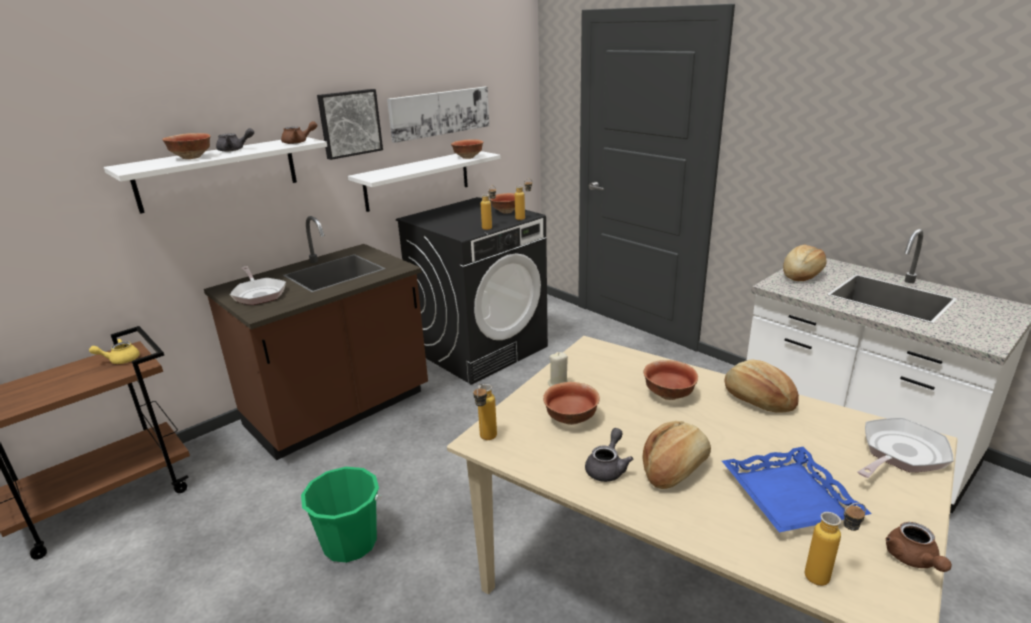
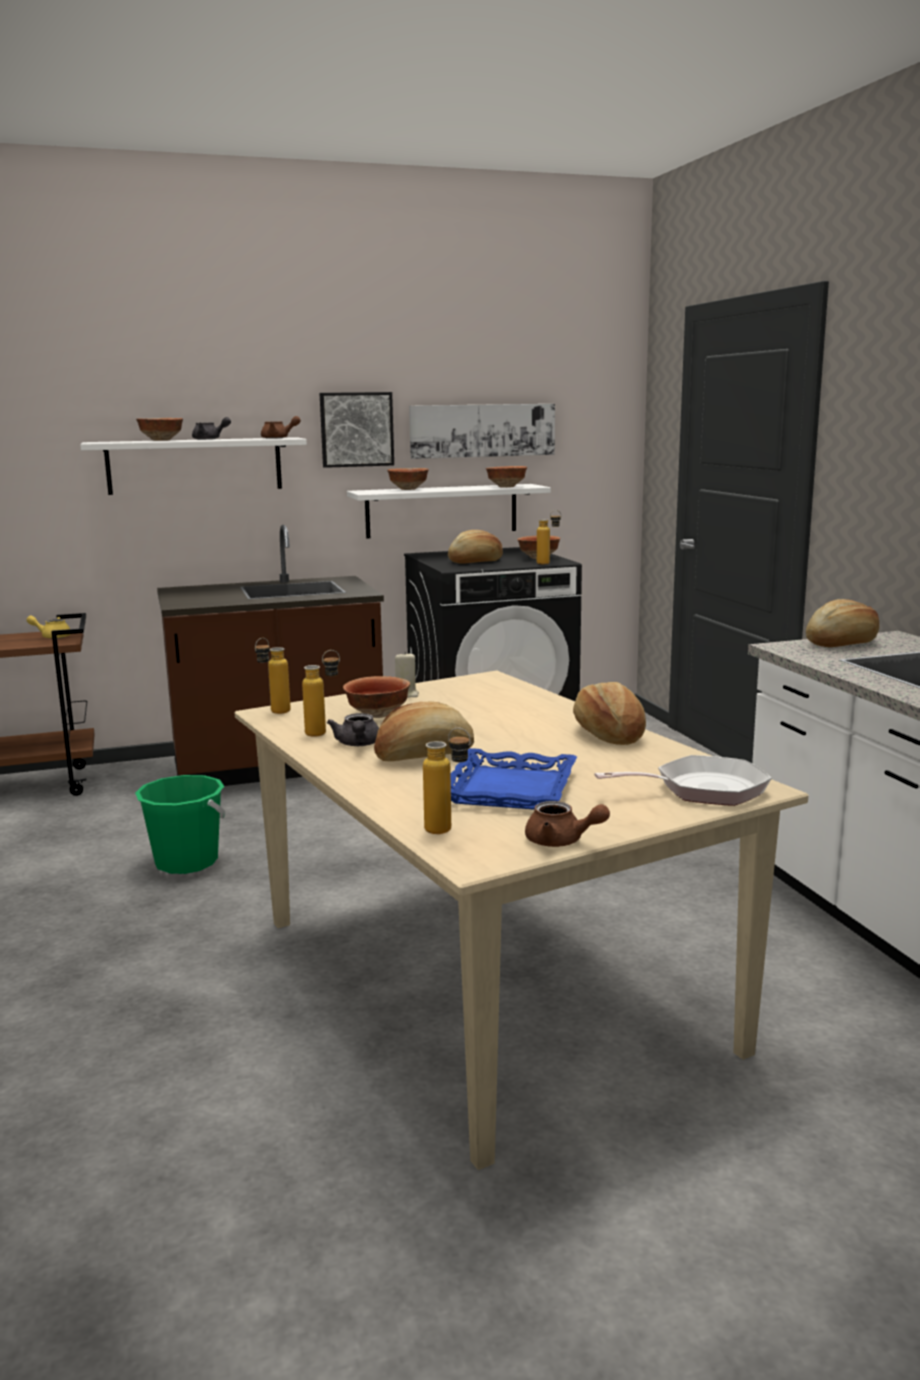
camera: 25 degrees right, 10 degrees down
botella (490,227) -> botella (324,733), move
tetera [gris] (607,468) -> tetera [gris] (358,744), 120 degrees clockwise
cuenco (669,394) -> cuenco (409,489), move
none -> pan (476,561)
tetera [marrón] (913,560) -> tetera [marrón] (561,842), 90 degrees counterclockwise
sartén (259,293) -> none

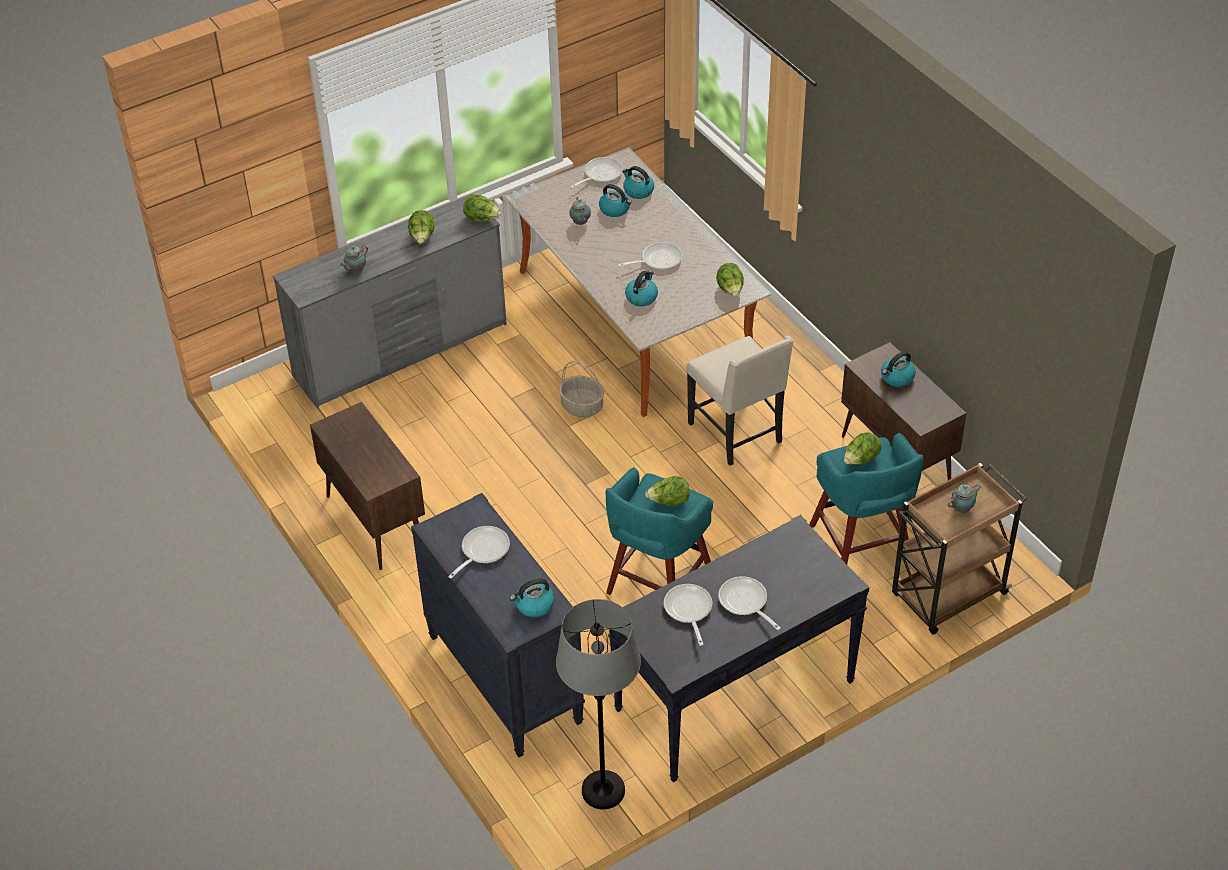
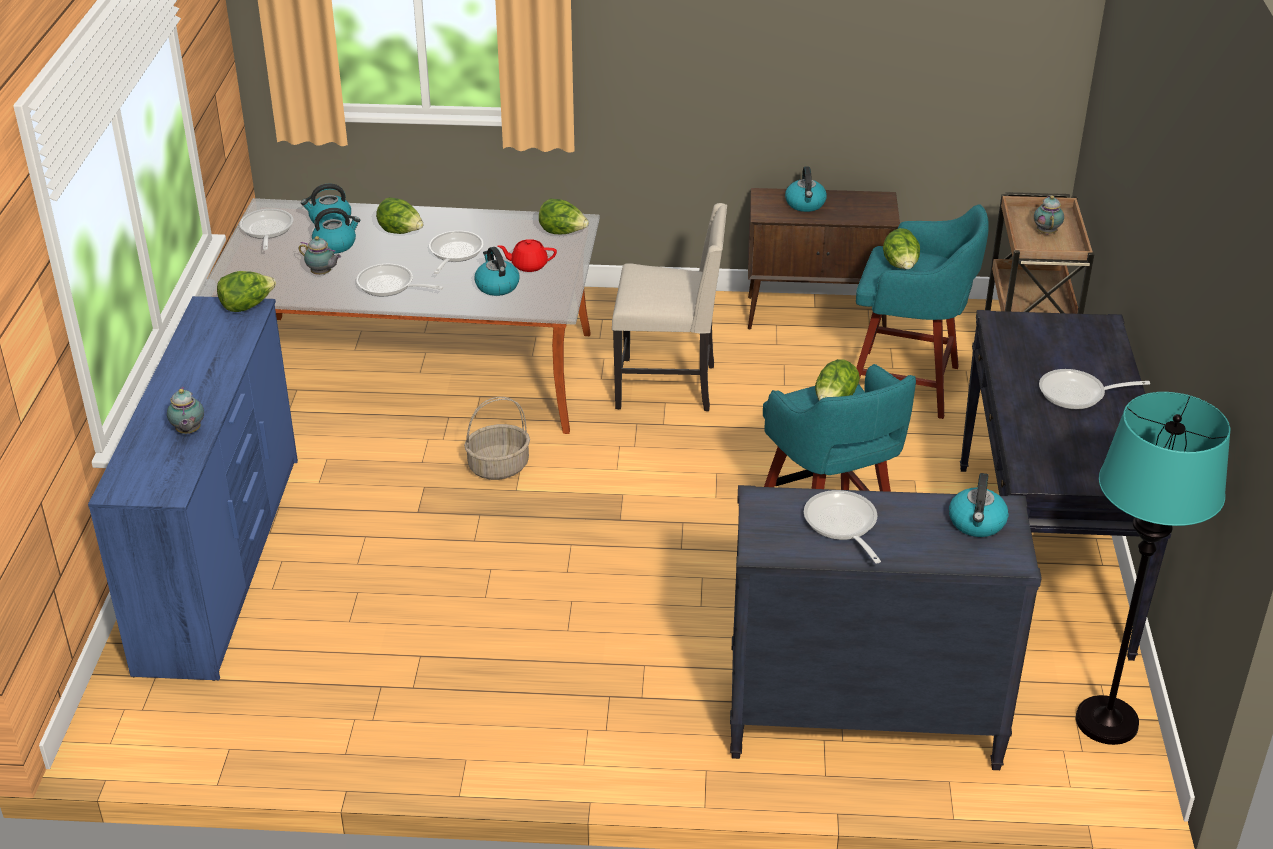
camera: 55 degrees left, 10 degrees down
cómoda [gris] (402,351) -> cómoda [azul] (223,560)
sartén (688,610) -> sartén (390,286), move
lechuga (422,237) -> lechuga (401,232), move
none -> tetera [rojo] (528,265)
lámpara de pie [gris] (603,791) -> lámpara de pie [turquesa] (1107,721)
armario [marrón] (375,521) -> none

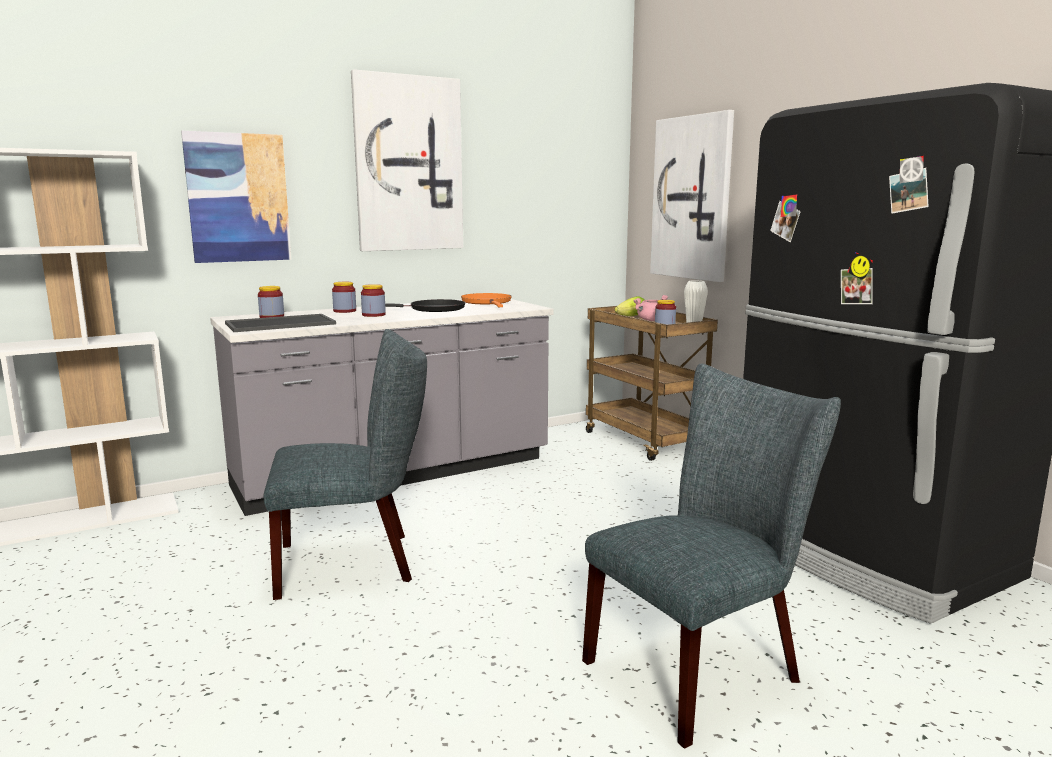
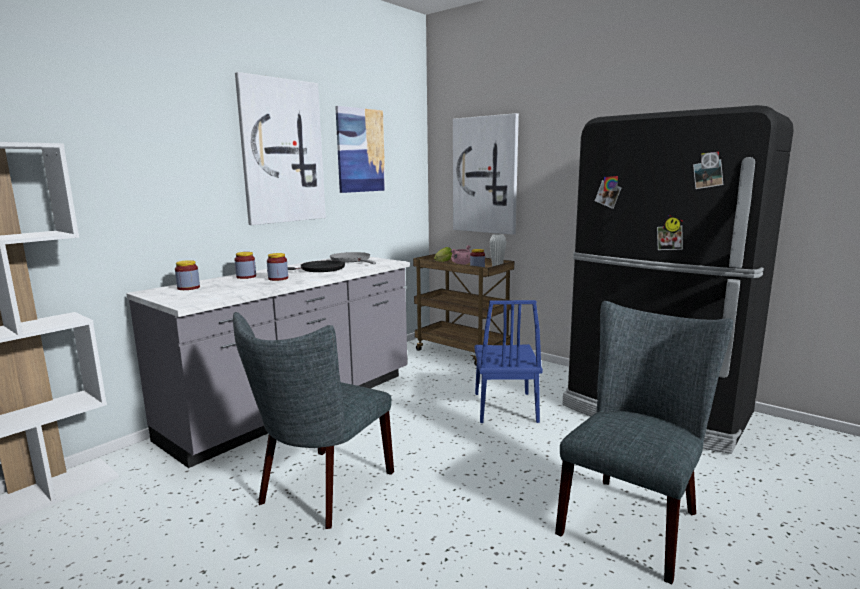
camera: 20 degrees left, 0 degrees up
silla [gris] (355,562) -> silla [gris] (321,491), 150 degrees clockwise
sartén [naranja] (487,302) -> sartén [gris] (352,260)
cuadro (238,198) -> cuadro (360,150), move
none -> silla [azul] (505,407)
bandeja (281,323) -> none

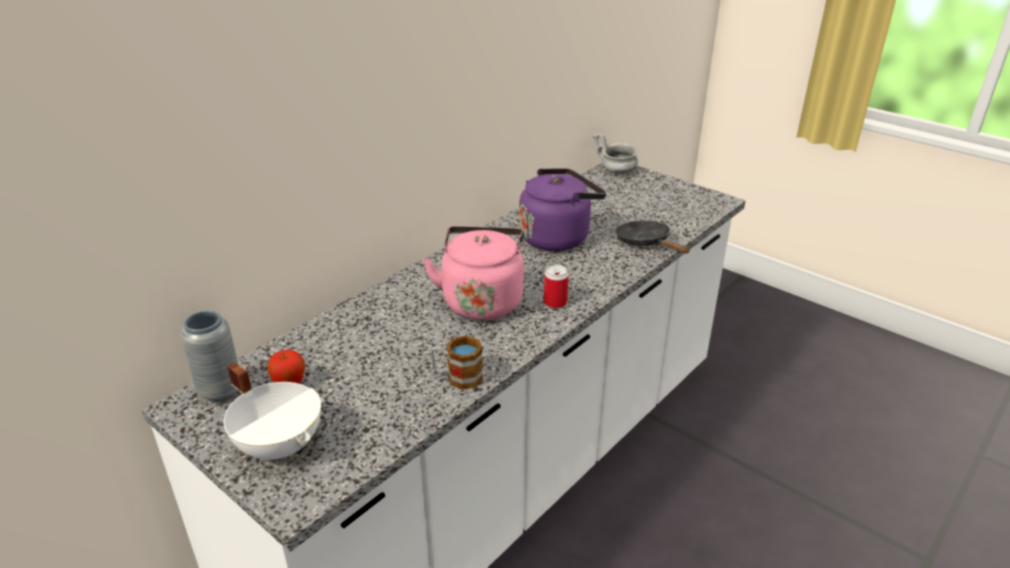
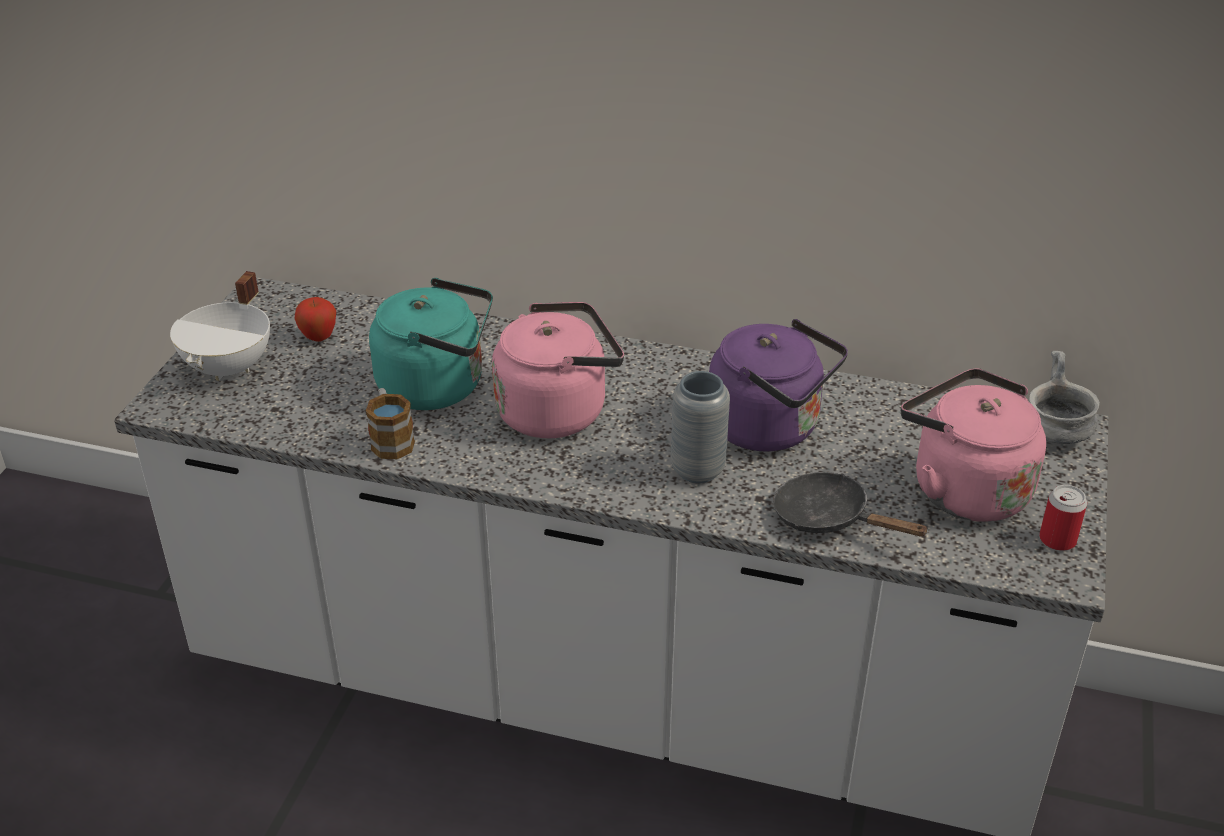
camera: 65 degrees right, 5 degrees up
none -> hervidor [turquesa] (438,386)
florero [gris] (220,391) -> florero [gris] (697,470), move
sartén [negro] (646,243) -> sartén [negro] (829,518), 90 degrees counterclockwise
none -> hervidor [rosa] (963,488)
lata (555,302) -> lata (1057,540), move

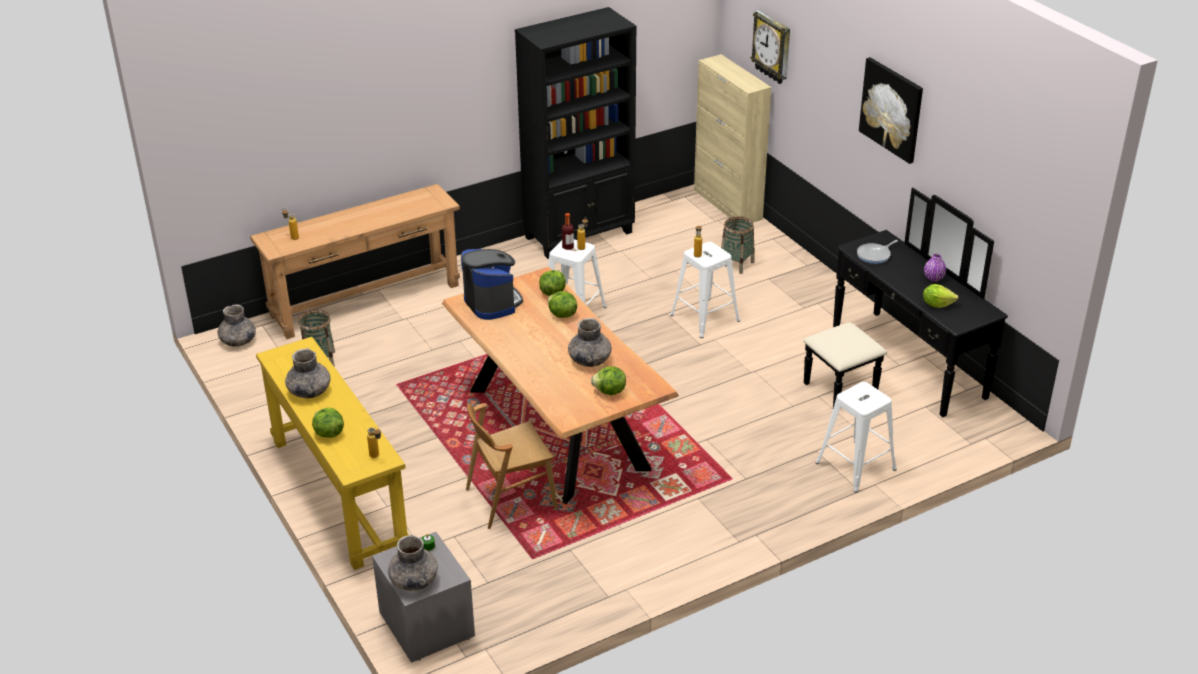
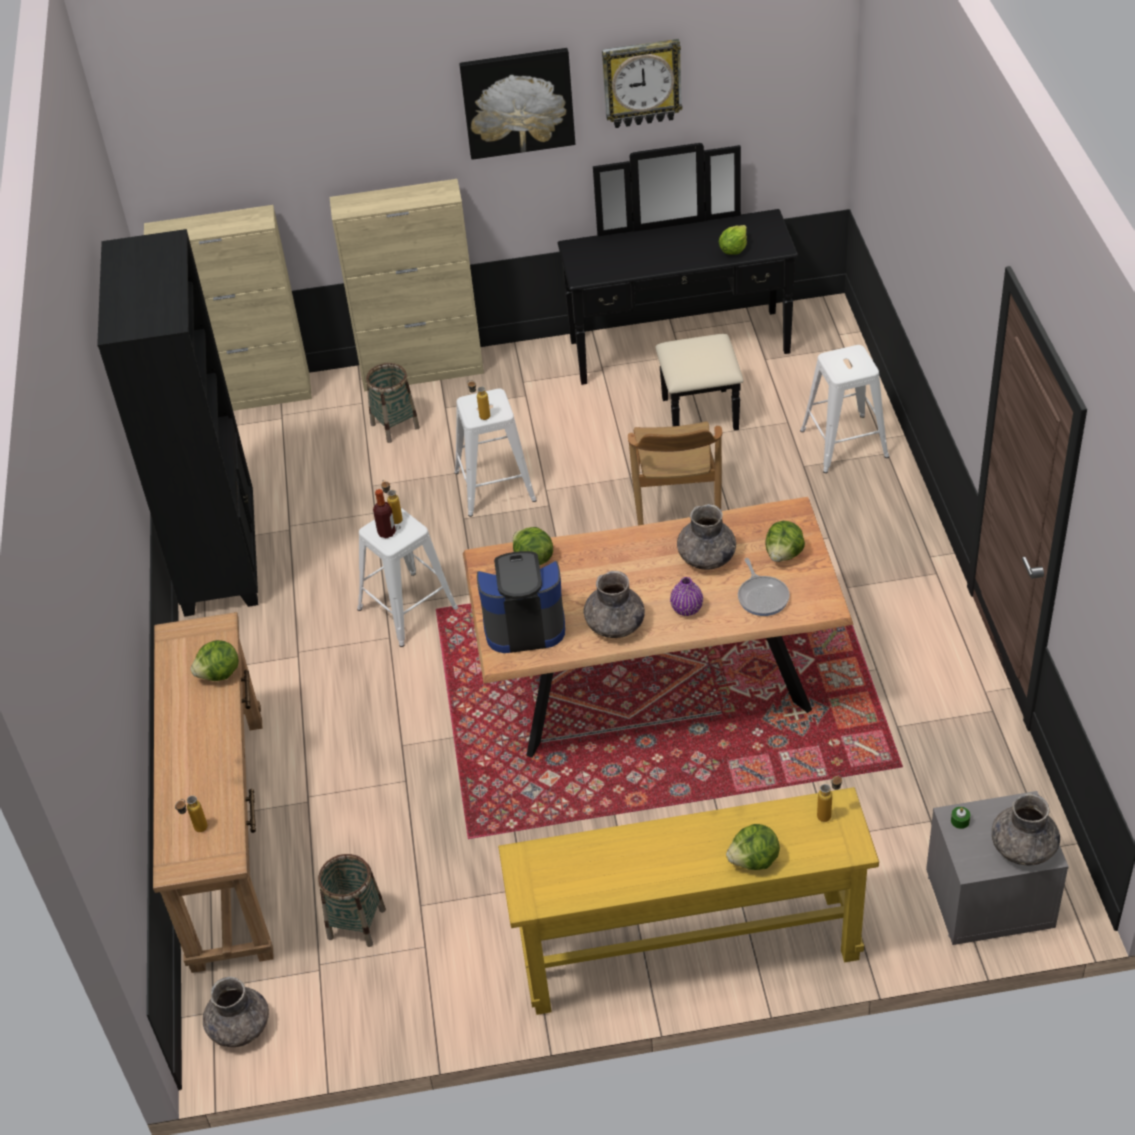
camera: 65 degrees left, 10 degrees up
lechuga (562,315) -> lechuga (220,674), move
none -> armario [beis] (423,370)
florero [gris] (309,391) -> florero [gris] (615,625), move
reloj de pared (772,47) -> reloj de pared (642,82), move
silla [marrón] (510,498) -> silla [marrón] (676,511), move
florero [morado] (933,278) -> florero [morado] (686,609), move
sartén (875,255) -> sartén (762,596), move

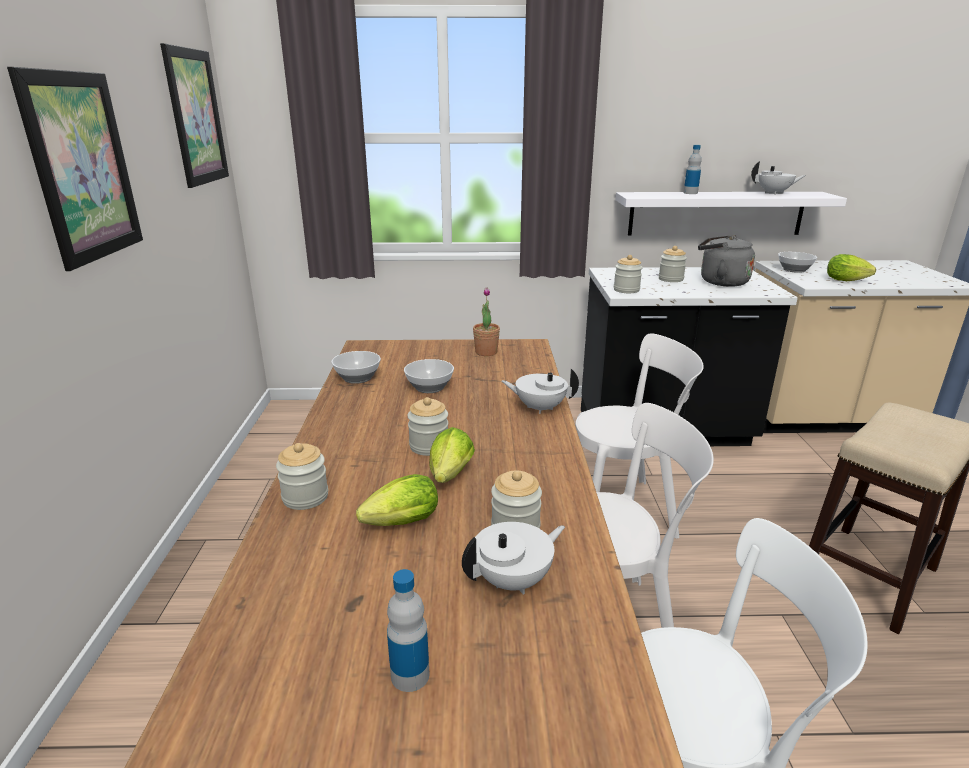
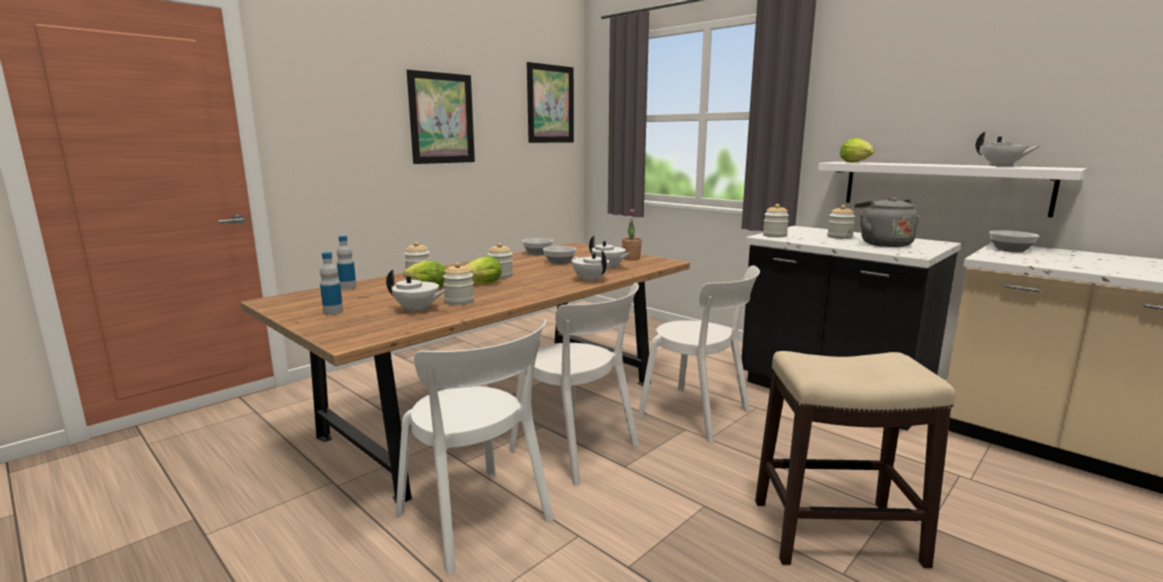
camera: 45 degrees right, 10 degrees down
botella (690,193) -> botella (348,287), move
none -> tetera [blanco] (608,267)
lechuga (848,281) -> lechuga (857,162), move

